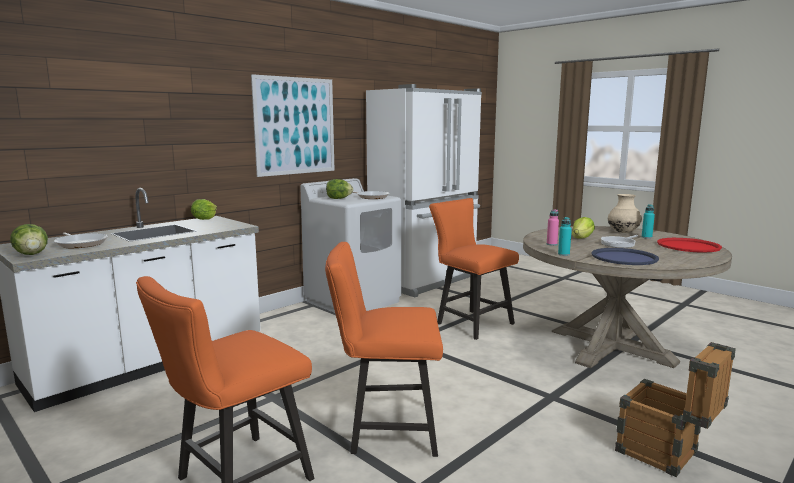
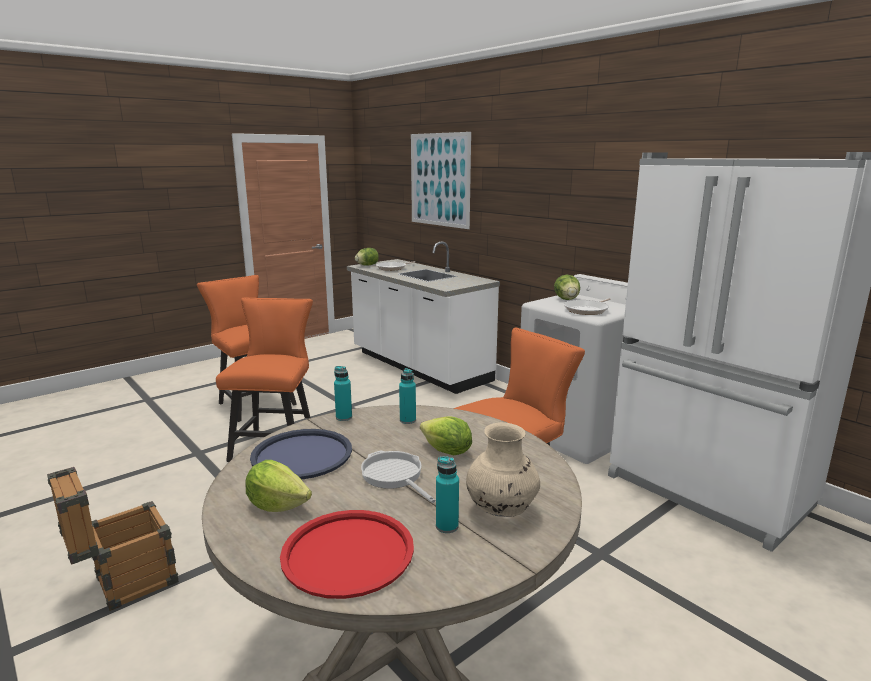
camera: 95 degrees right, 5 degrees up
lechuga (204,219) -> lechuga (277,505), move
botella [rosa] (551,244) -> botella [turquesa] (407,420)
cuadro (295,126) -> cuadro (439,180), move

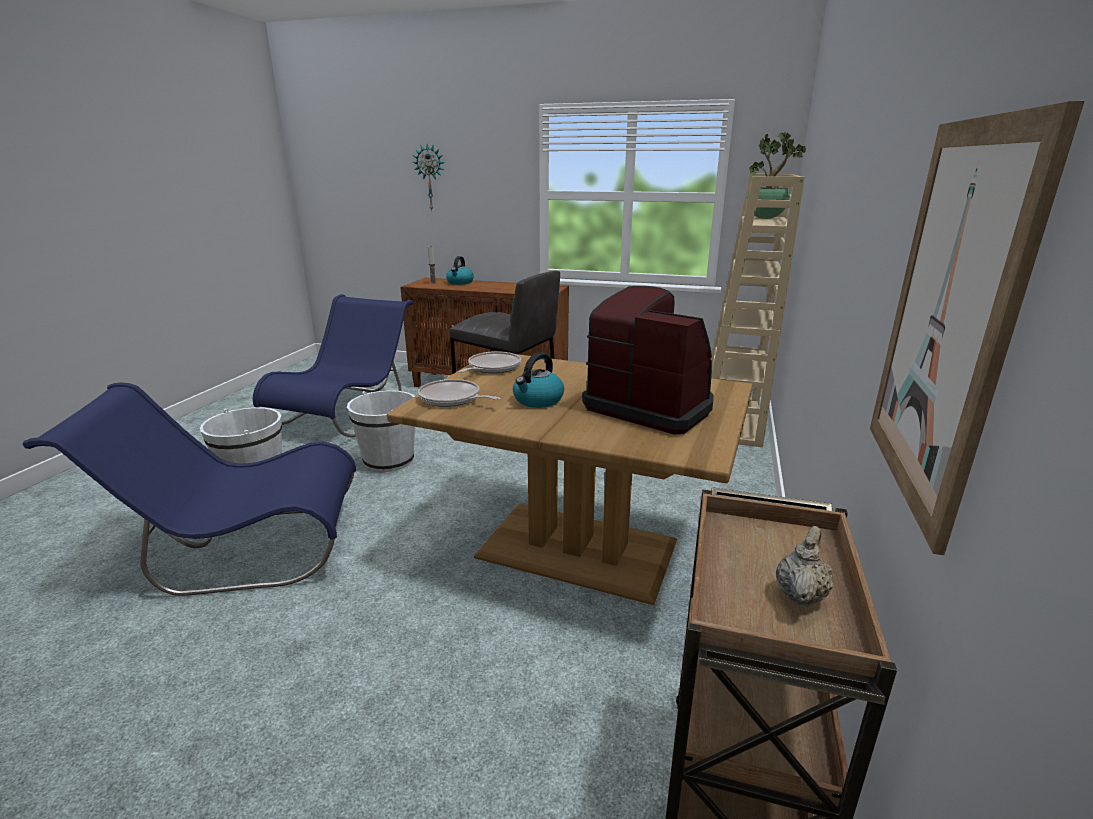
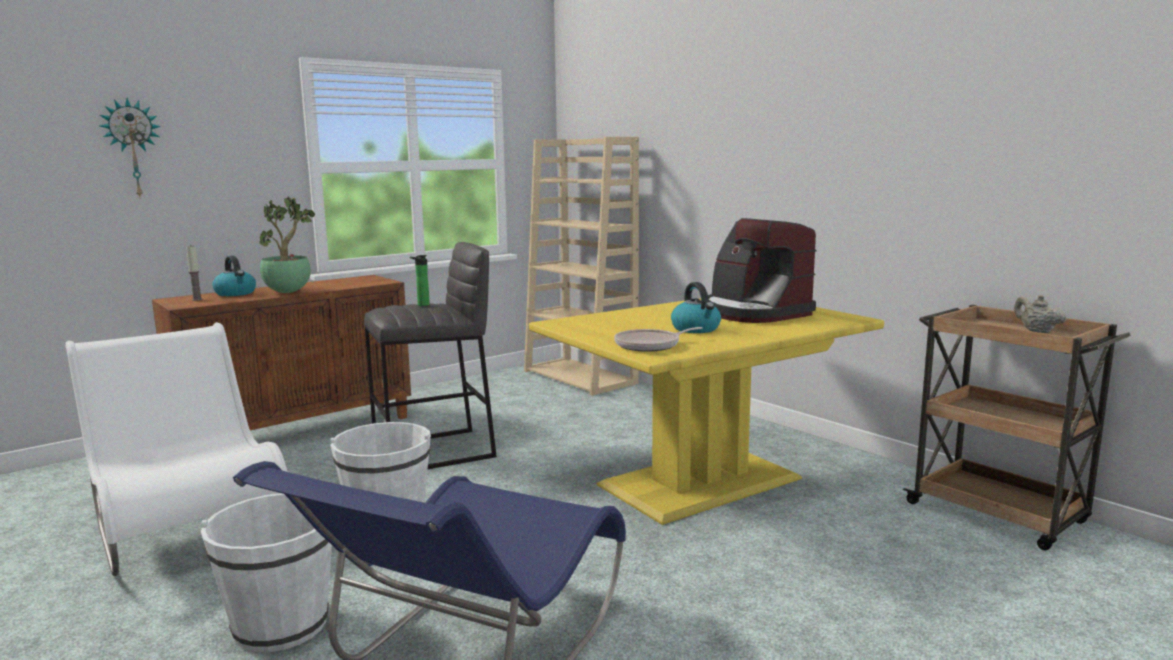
camera: 55 degrees left, 10 degrees down
silla [azul] (347,415) -> silla [blanco] (187,524)
planta en maceta (766,218) -> planta en maceta (288,292), move
none -> botella (421,305)
mesa de comedor [marrón] (577,550) -> mesa de comedor [amarillo] (702,482)
cafetera (650,407) -> cafetera (754,313), 105 degrees counterclockwise
sartén (492,368) -> none
cuadro (946,319) -> none

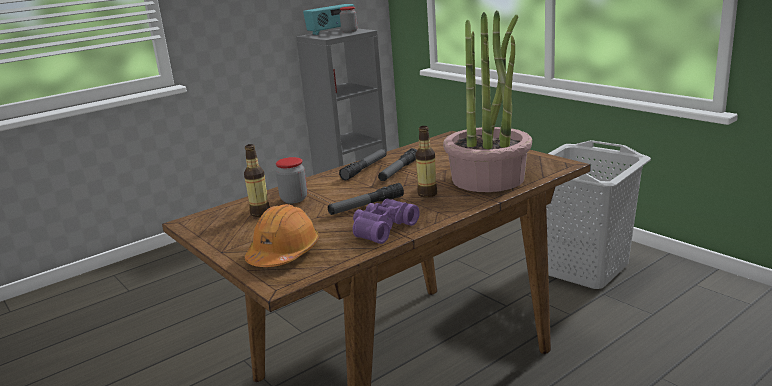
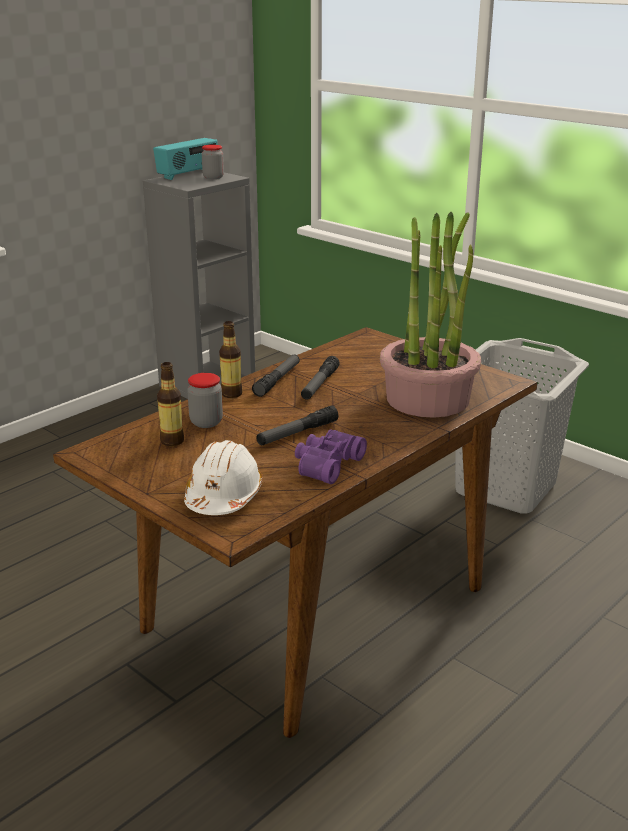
camera: 10 degrees left, 5 degrees up
casco [naranja] (284,253) -> casco [blanco] (223,496)
botella (427,194) -> botella (231,394), move

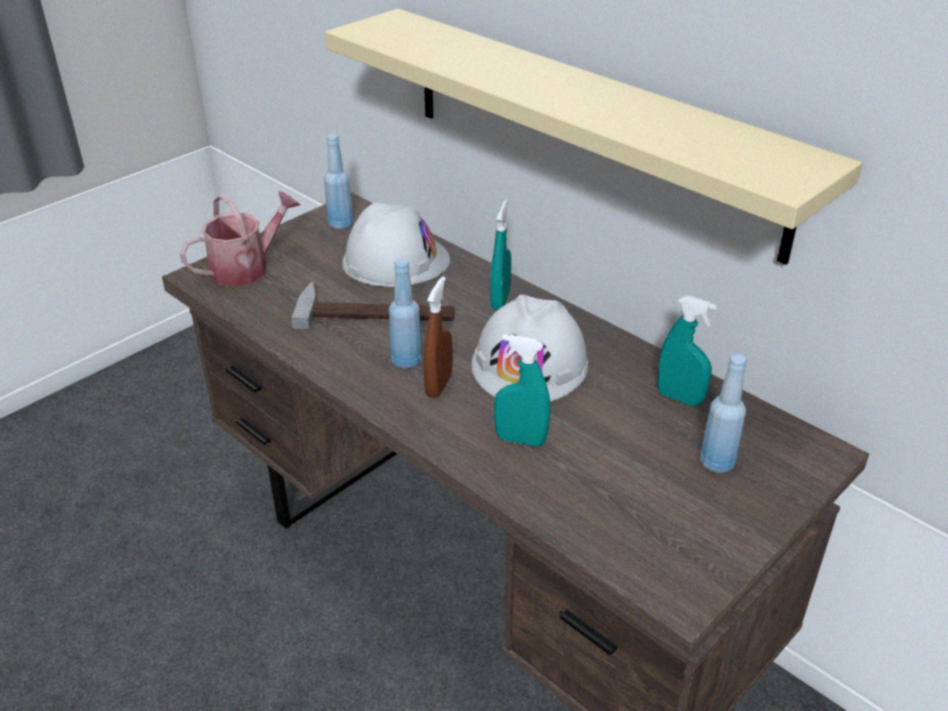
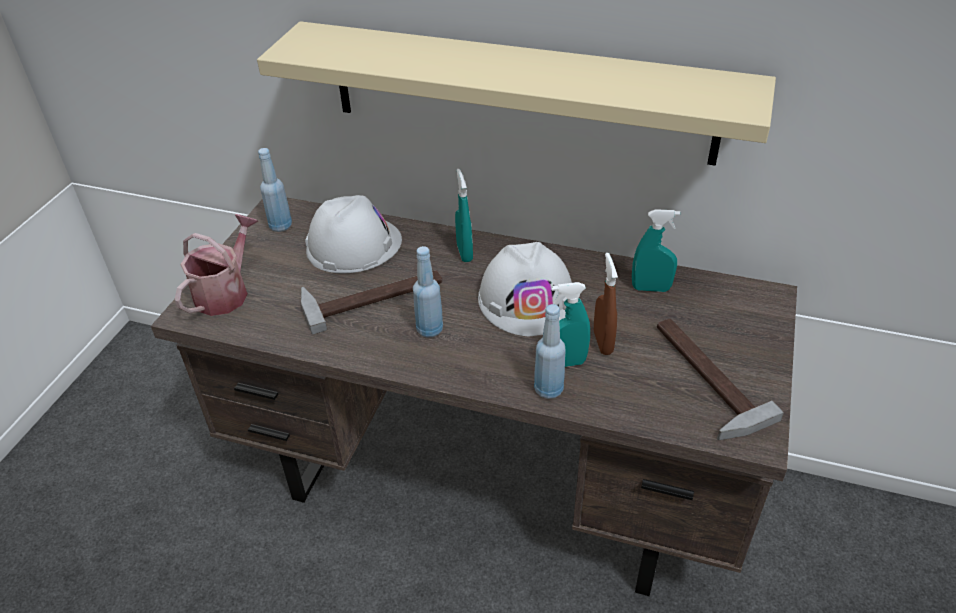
camera: 25 degrees left, 5 degrees up
botella [azul] (717,463) -> botella [azul] (548,389), move
pulverizador [marrón] (438,385) -> pulverizador [marrón] (603,342), move
none -> martillo (701,378)

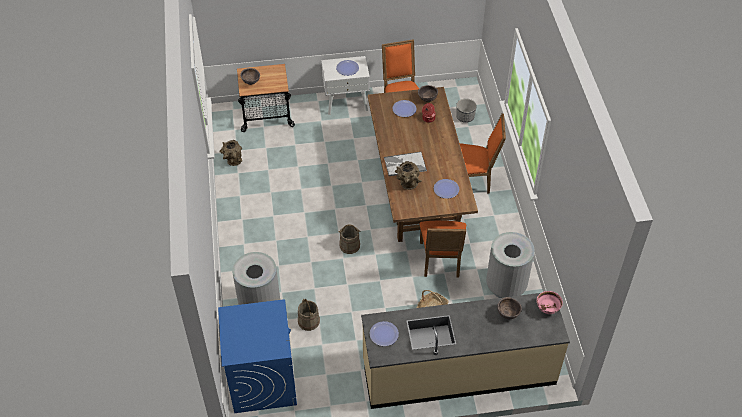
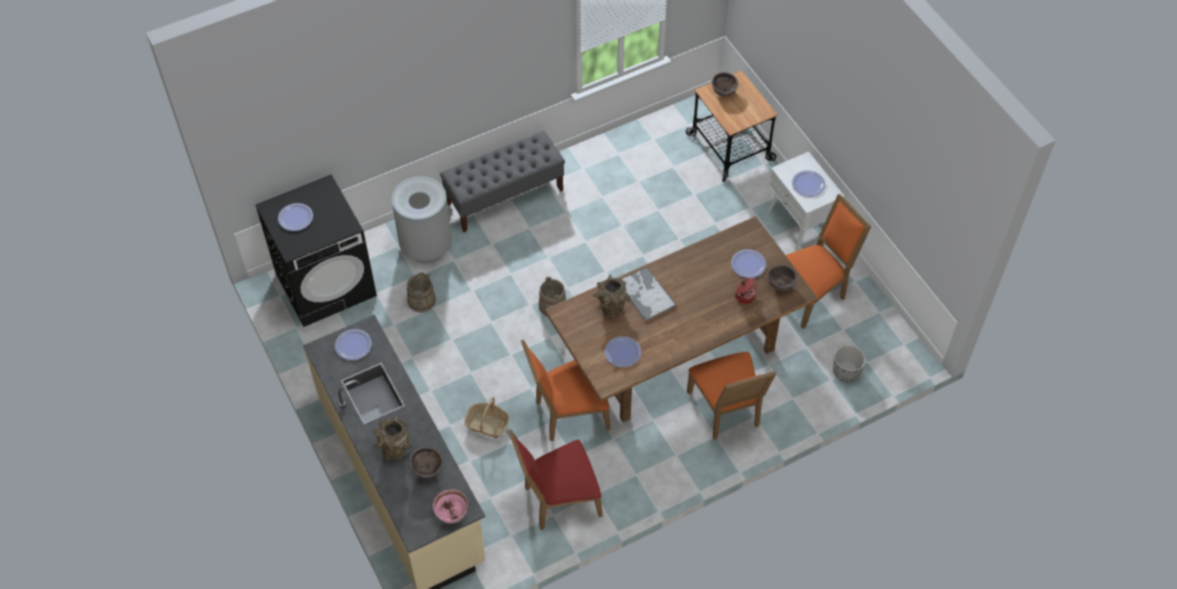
camera: 70 degrees right, 5 degrees up
lavadora [azul] (262,380) -> lavadora [negro] (326,284)
none -> plato (295,218)
florero [marrón] (232,161) -> florero [marrón] (394,447), move
none -> banco [gris] (505,197)
papelera [gris] (506,286) -> silla [rojo] (558,500)

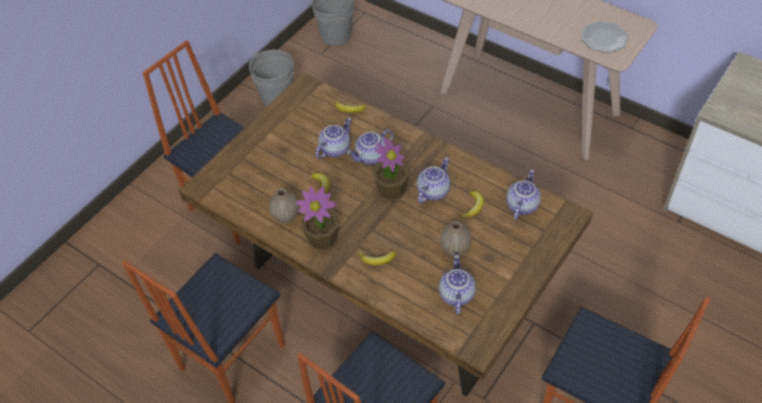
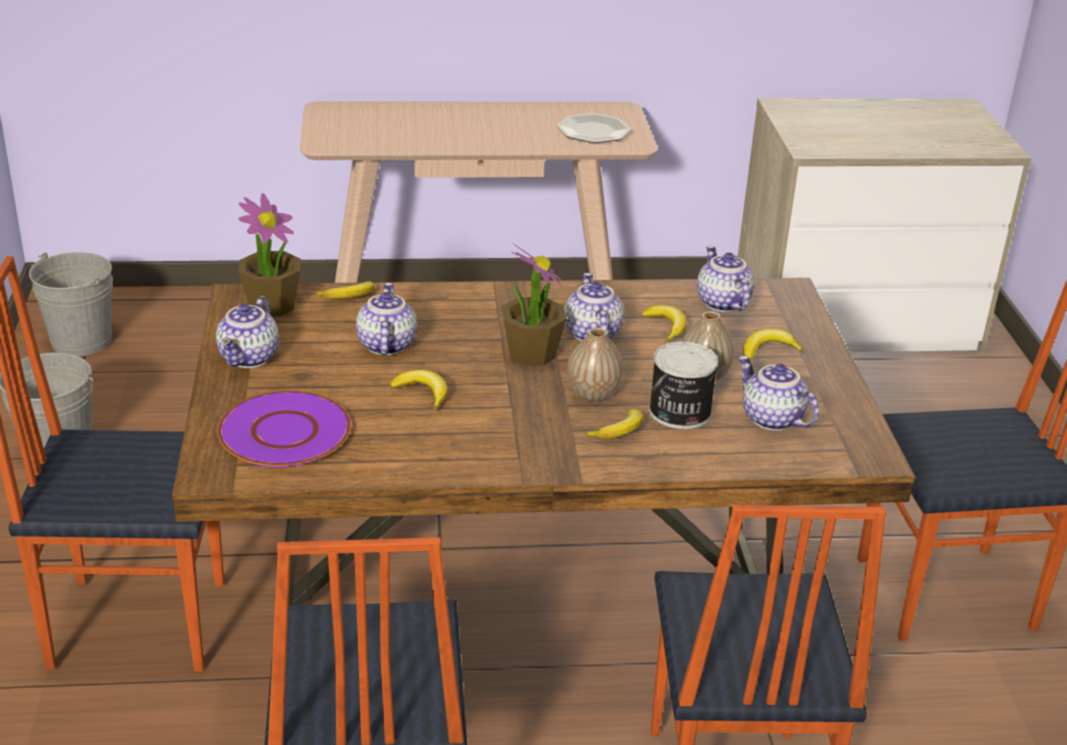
camera: 45 degrees left, 20 degrees down
tetera (371,157) -> tetera (250,358), move
none -> plato [morado] (284,431)
planta en maceta (322,238) -> planta en maceta (272,305), move
florero (286,216) -> florero (593,394), move
none -> lata (679,412)
none -> plátano (768,350)

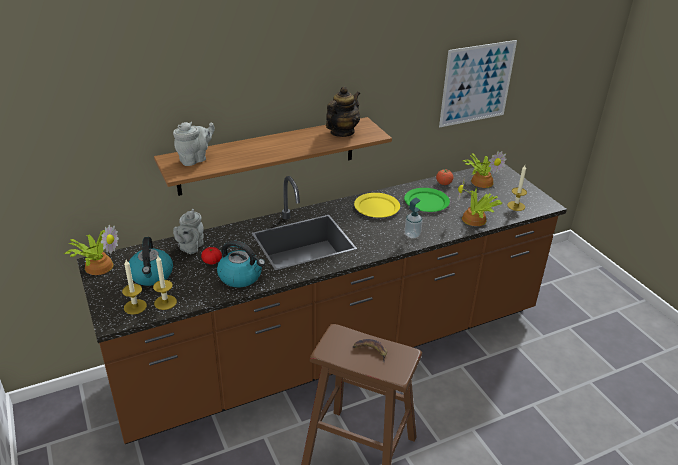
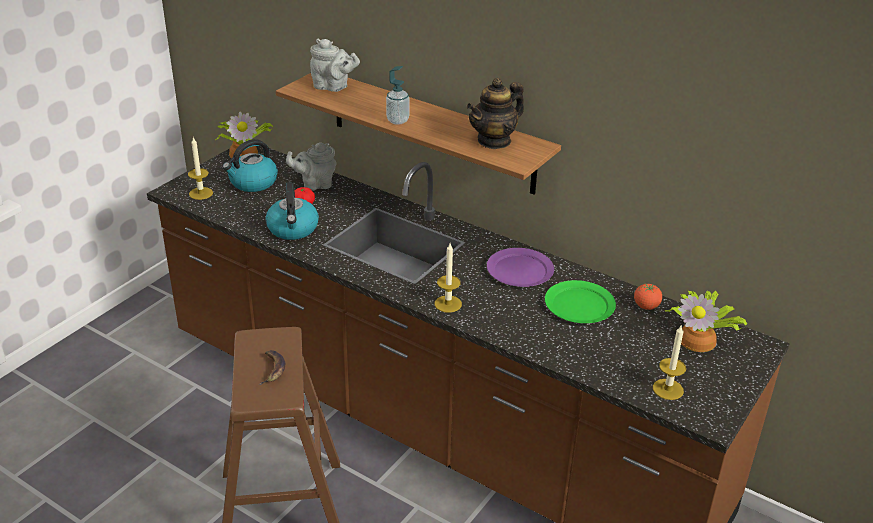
camera: 60 degrees right, 0 degrees up
dispensador de jabón (412,235) -> dispensador de jabón (397,120), move
vela (165,302) -> vela (448,304), move
tetera (342,132) -> tetera (494,141), 135 degrees clockwise
plato [amarillo] (377,207) -> plato [morado] (520,271)
cuadro (477,84) -> none
planta en maceta (475,220) -> none

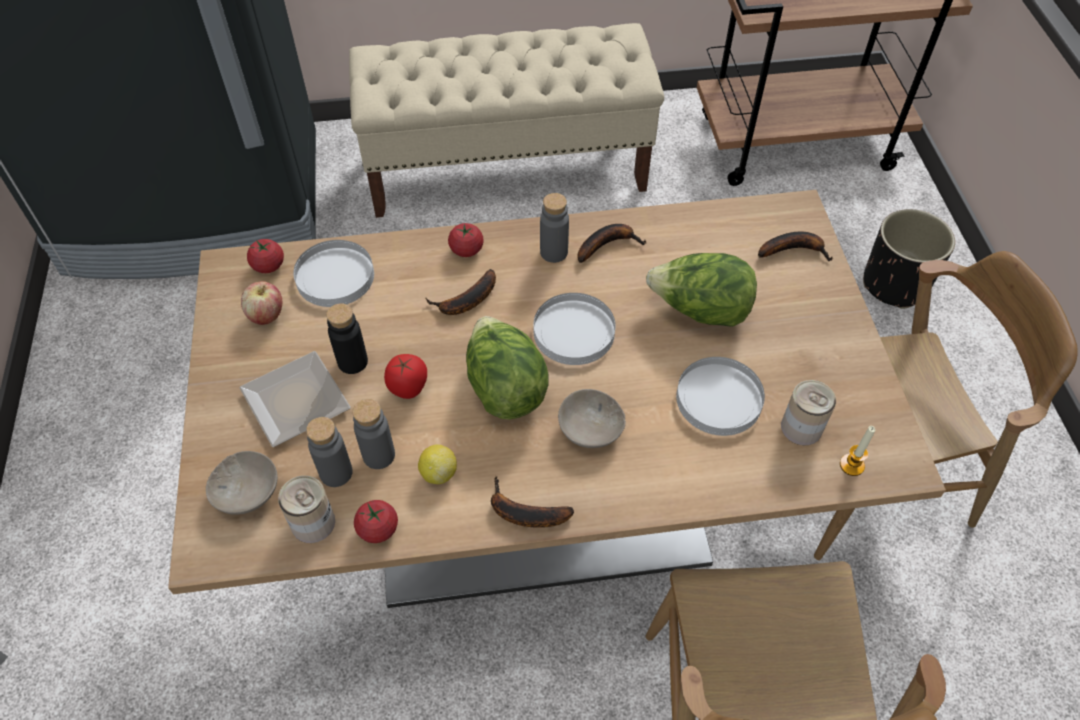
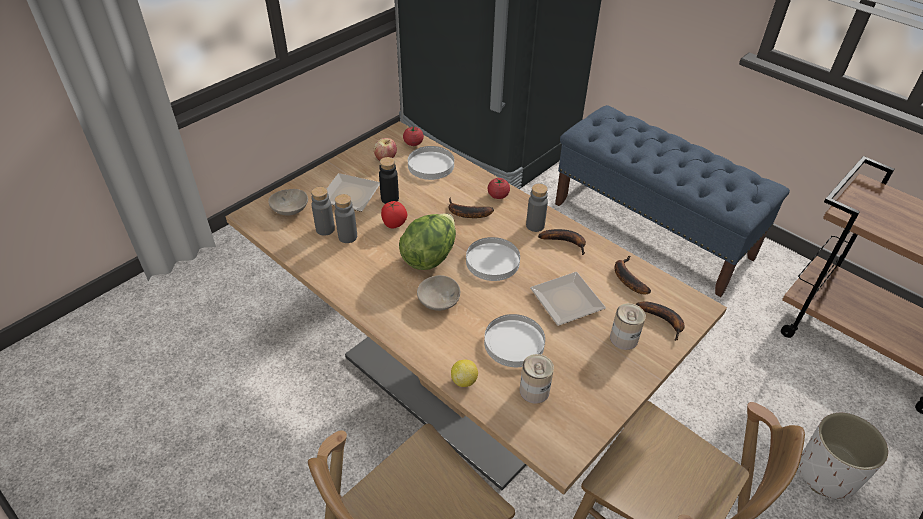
camera: 50 degrees right, 10 degrees down
limón (438,473) -> limón (464,380), move
lechuga (700,311) -> plato (566,303)
banco [beis] (507,169) -> banco [azul] (652,230)
lata (313,522) -> lata (624,338), move
plátano (523,513) -> plátano (626,278), move
maceta [negro] (894,284) -> maceta [blanco] (827,474)
tomate (378,529) -> none
vela (851,465) -> none

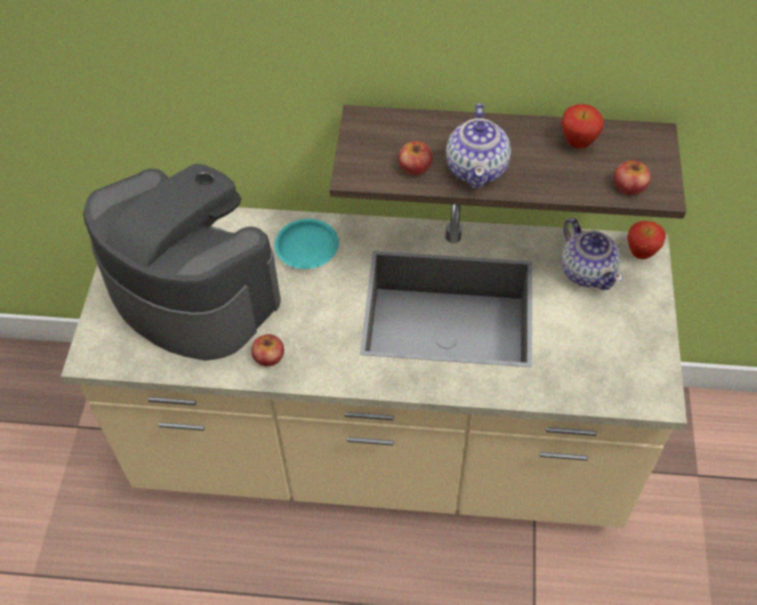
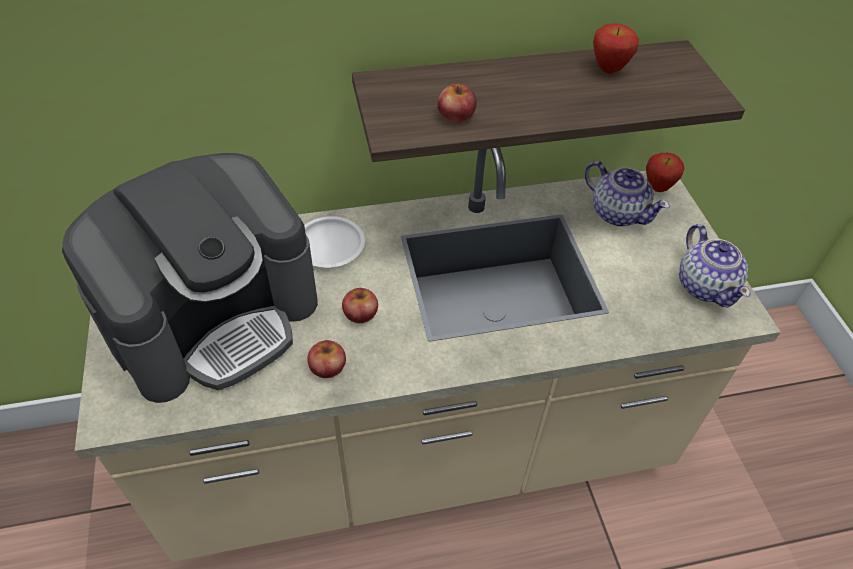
camera: 20 degrees left, 5 degrees down
cafetera (192,292) -> cafetera (215,317), 120 degrees clockwise
plato [turquesa] (307,247) -> plato [blanco] (330,245)
manzana (629,186) -> manzana (360,313), move
tetera (477,168) -> tetera (705,286), move

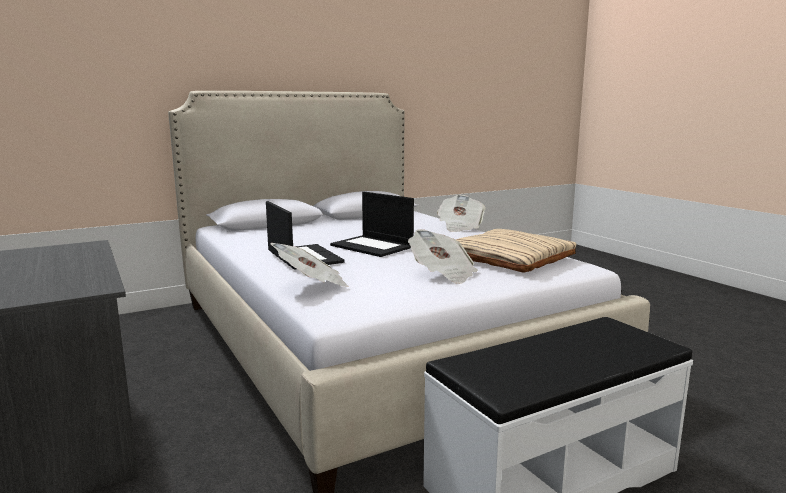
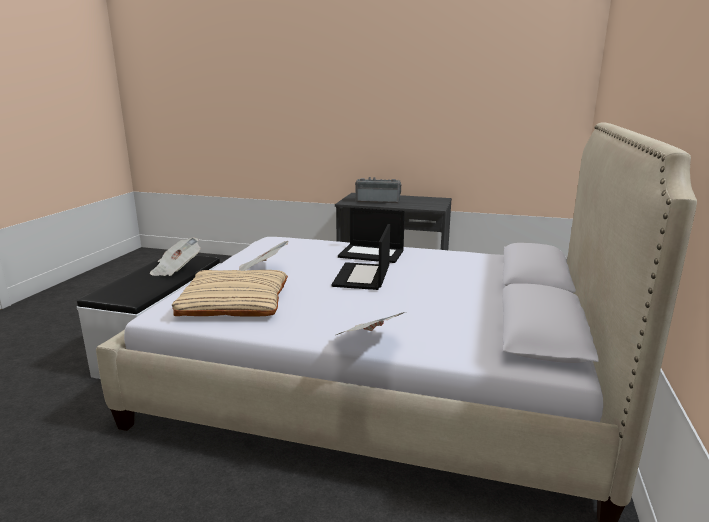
camera: 135 degrees right, 5 degrees up
periódico (312,284) -> periódico (176,270), move
portátil (373,246) -> portátil (362,277), 75 degrees counterclockwise
none -> radio (378,201)

